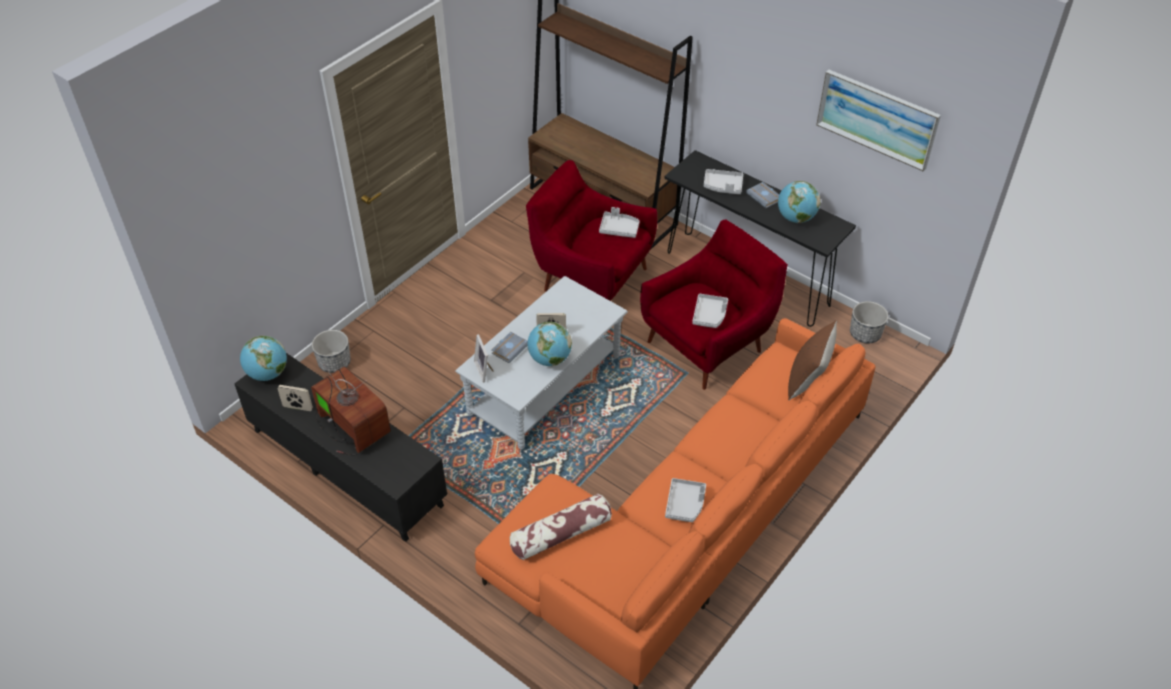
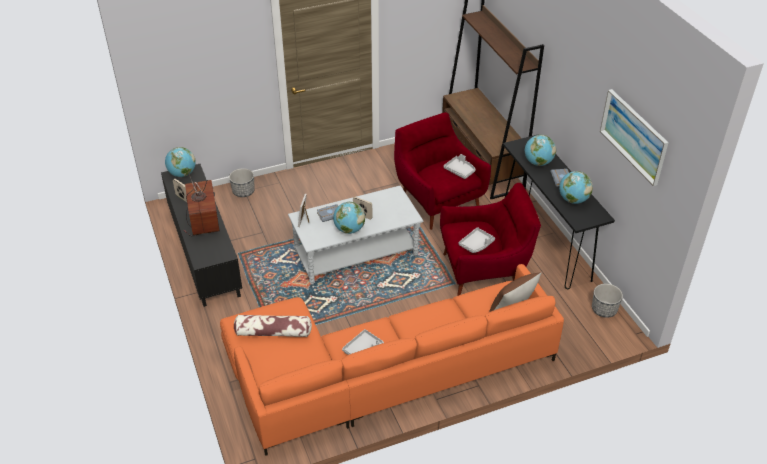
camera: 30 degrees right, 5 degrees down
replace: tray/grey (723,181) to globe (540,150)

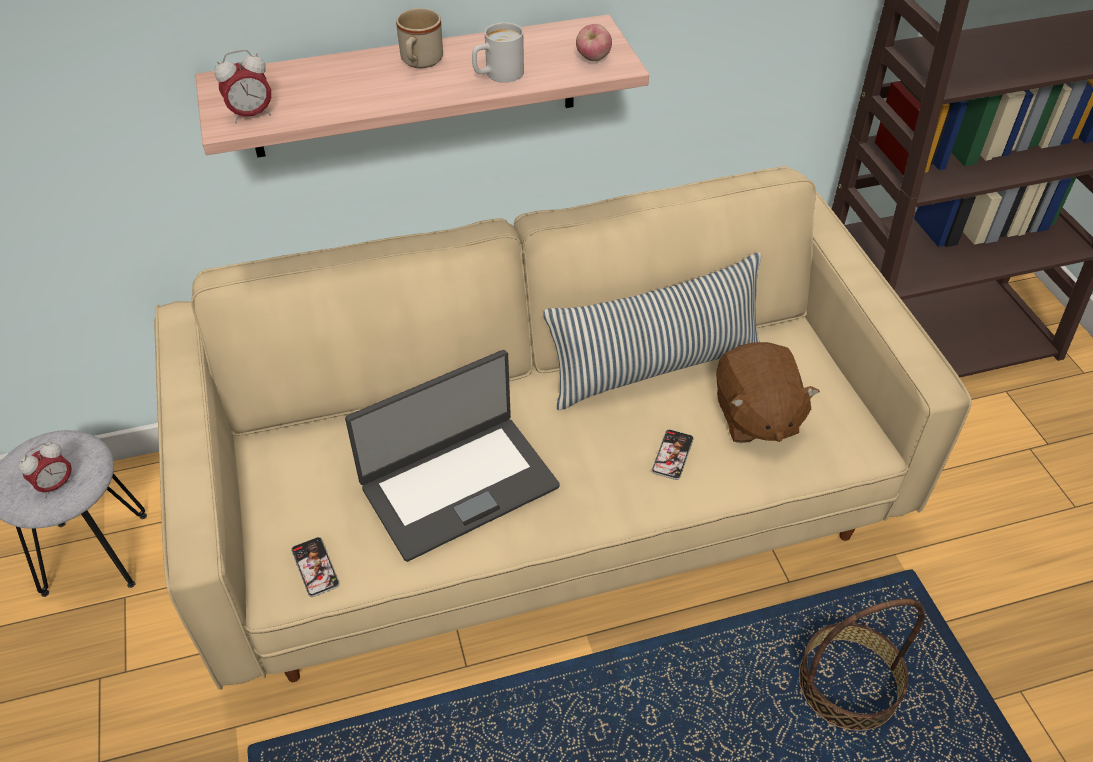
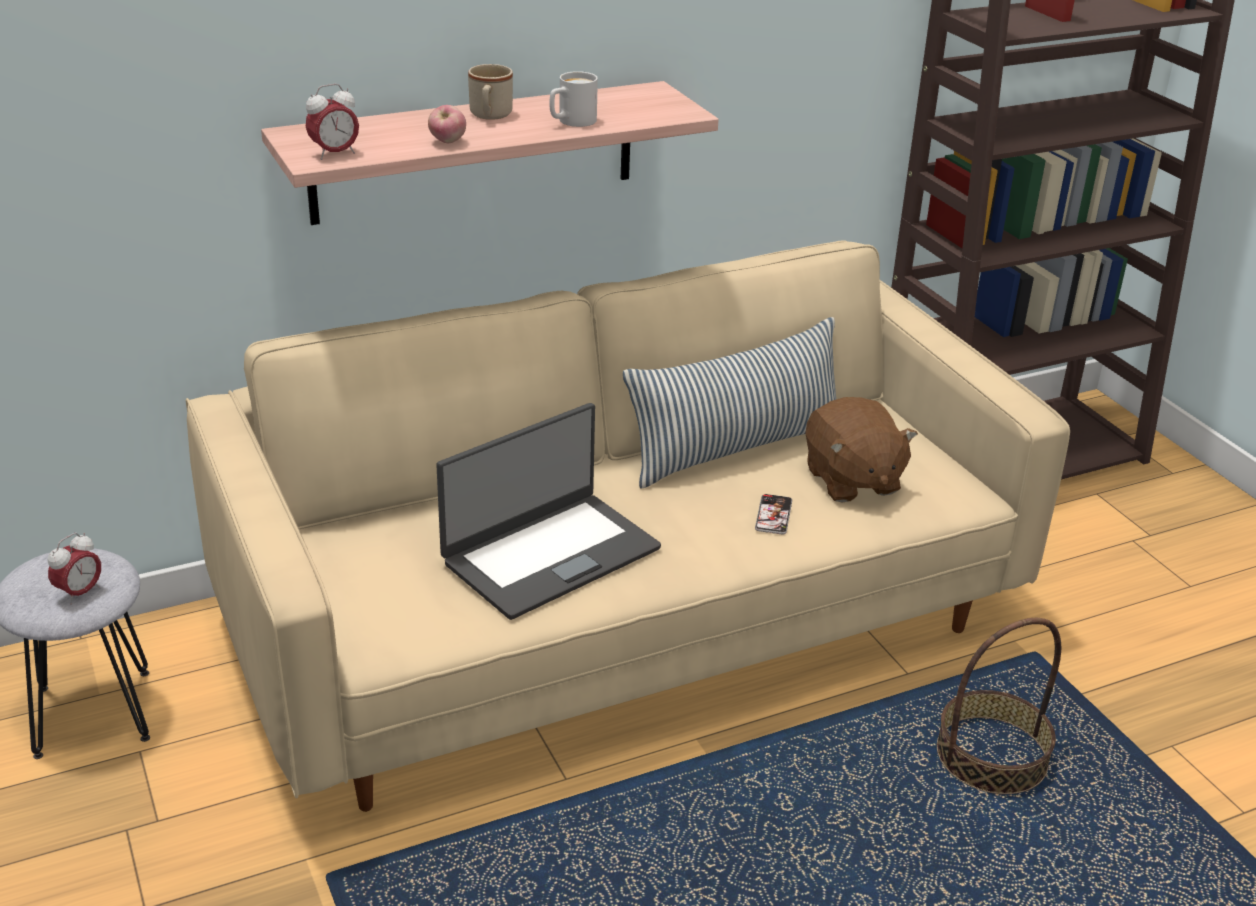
camera: 10 degrees left, 15 degrees down
delete: phone (315,567)
move: apple (594,42) to (447,124)

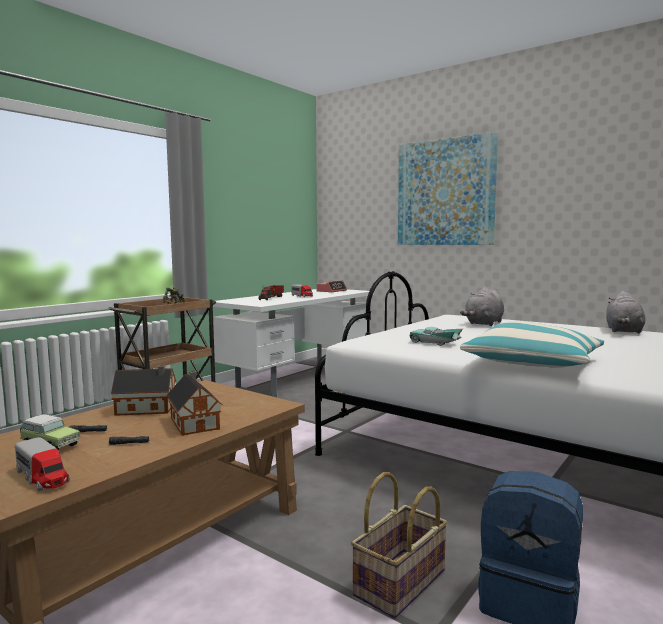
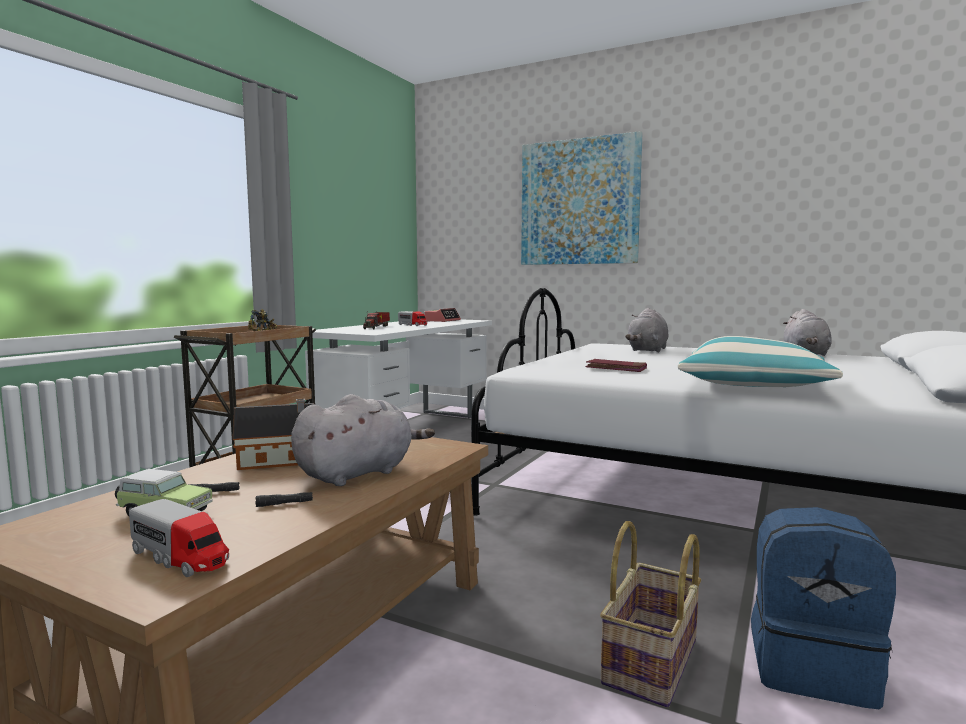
camera: 10 degrees left, 0 degrees up
replace: toy car/turquoise (436,336) to book/red (616,365); toy house (194,403) to plush toy/grey (363,440)

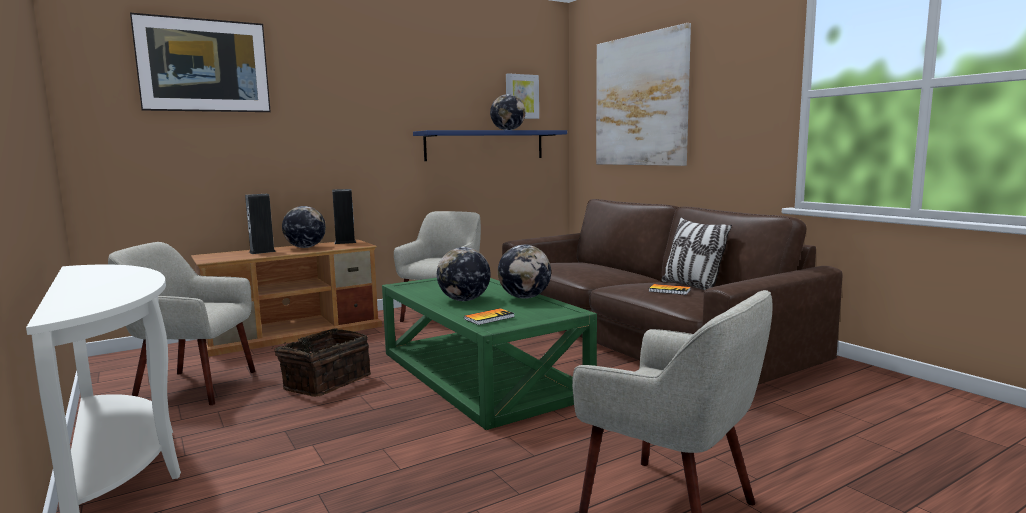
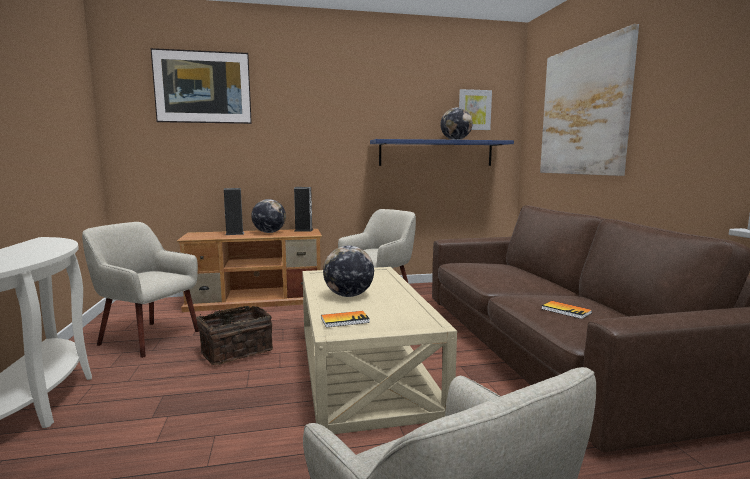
camera: 20 degrees right, 0 degrees up
delete: pillow (696,253); globe (524,272)
recolor: coffee table/green (489,354) to coffee table/beige (379,350)

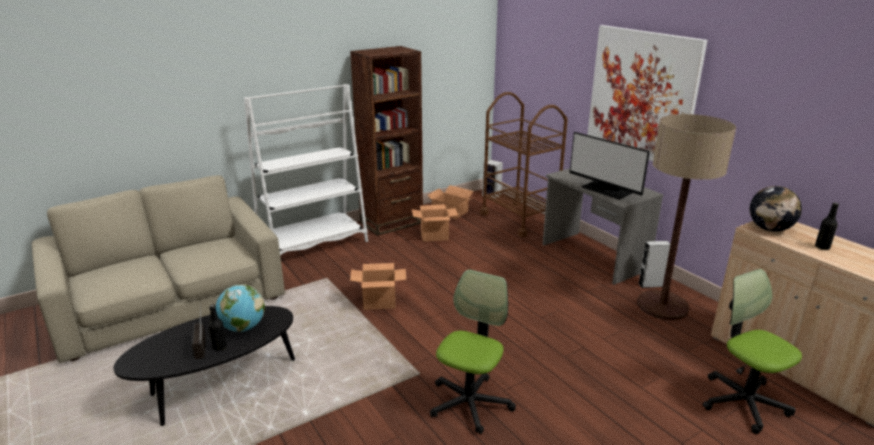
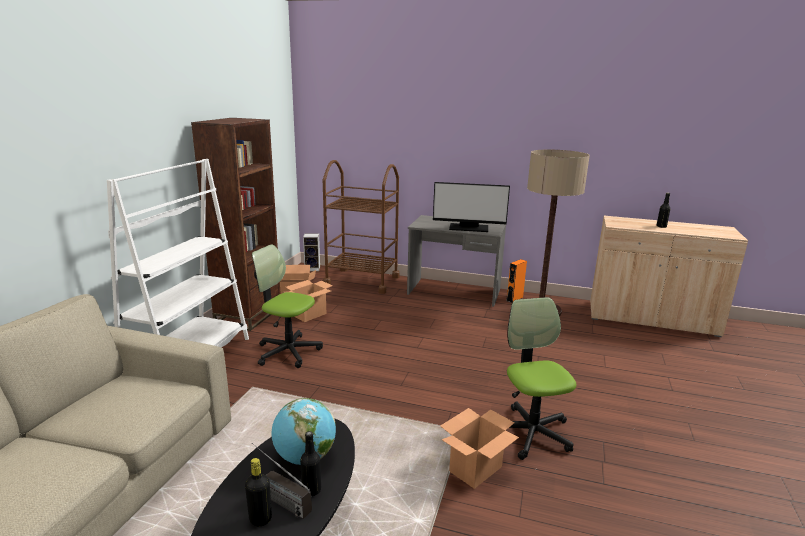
camera: 40 degrees left, 5 degrees down
delete: picture (647,93); globe (776,209)
insert: bottle/black (258,492)
move: cardboard box (378,286) to (479,448); office chair (752,351) to (287,306)
recolor: speaker/grey (654,264) to speaker/orange (516,281)

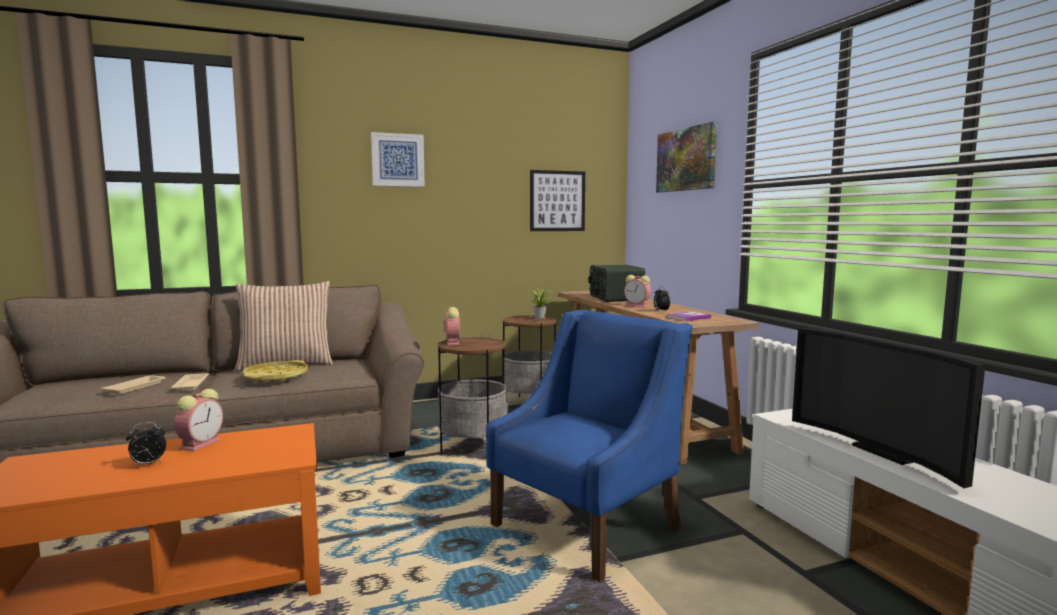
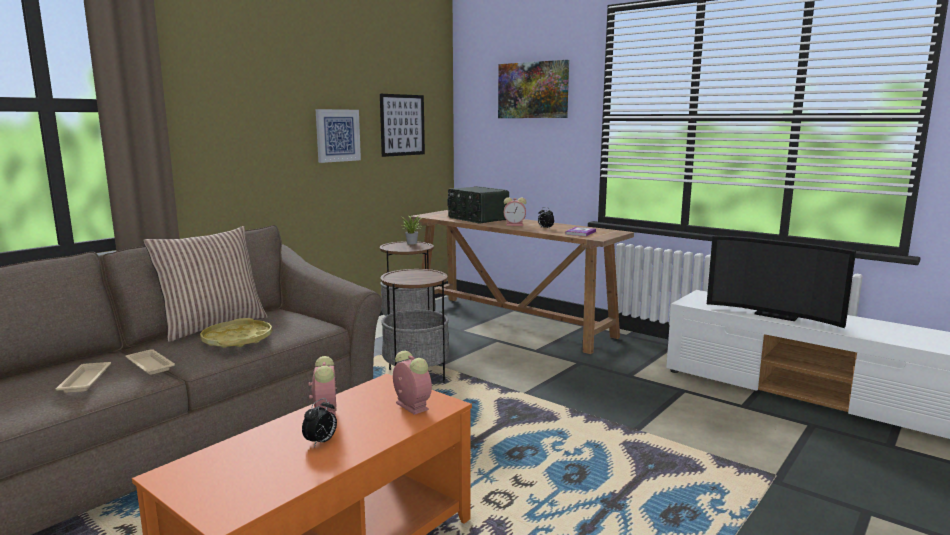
camera: 30 degrees left, 5 degrees up
delete: armchair/blue (589,446)
move: picture (398,159) to (338,136); alarm clock (451,326) to (412,383)

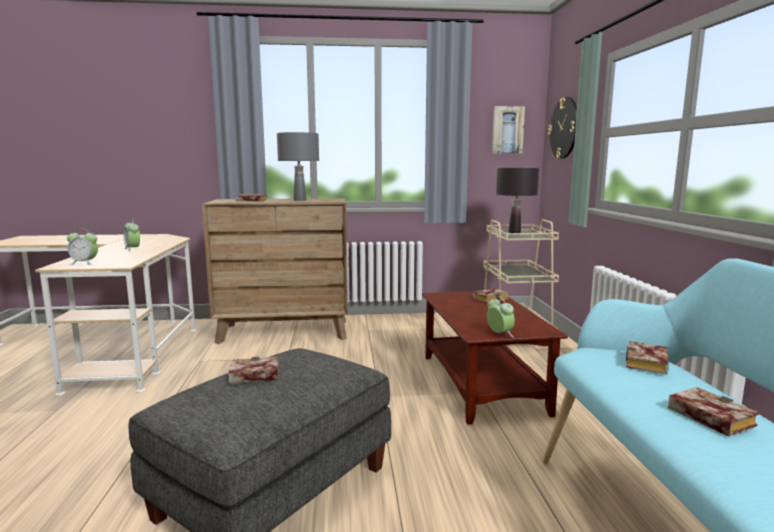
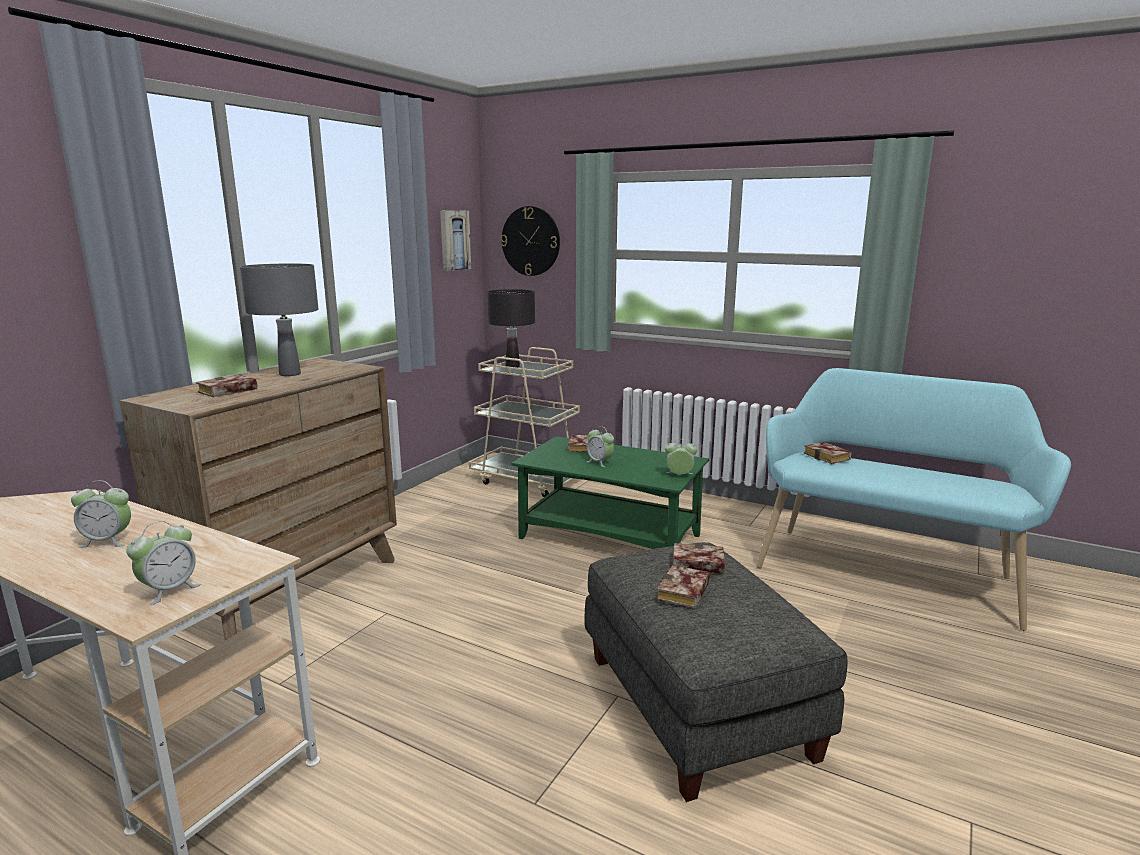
camera: 55 degrees left, 5 degrees up
insert: alarm clock (600,446)
move: book (714,412) to (699,558)
recolor: coffee table/brown (495,358) to coffee table/green (610,492)

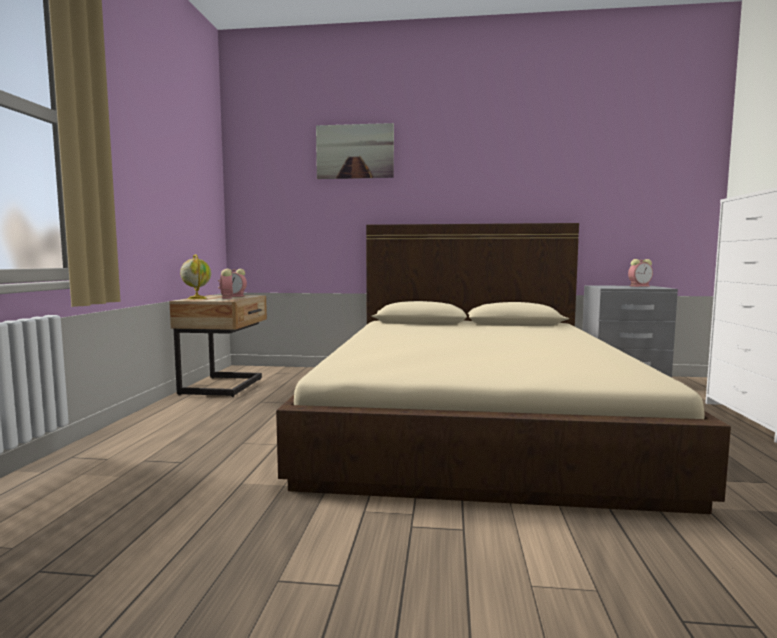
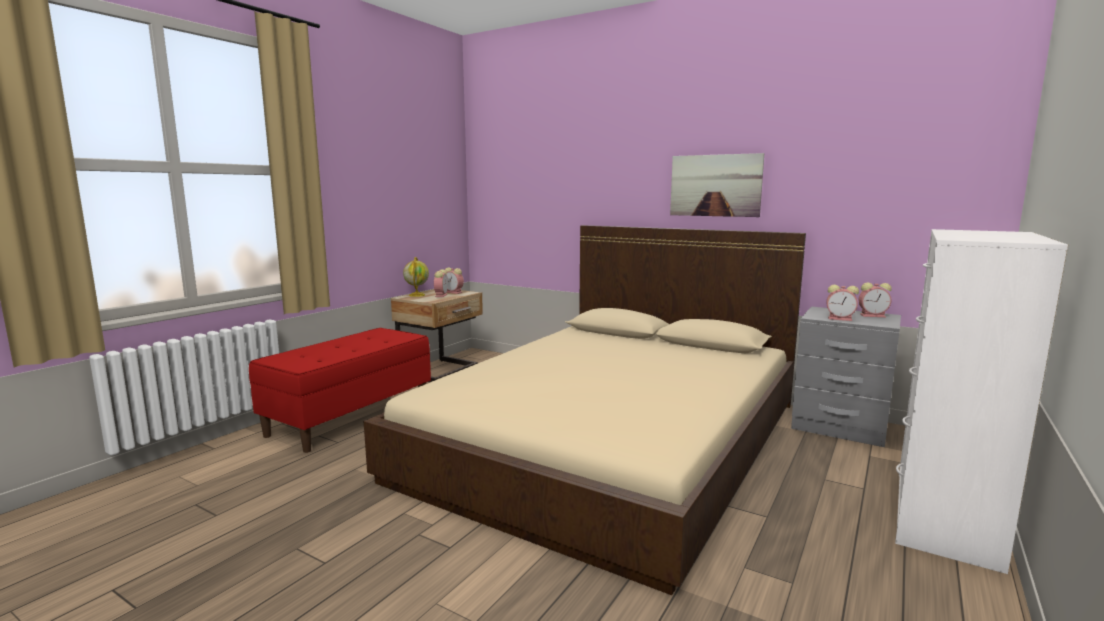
camera: 25 degrees right, 5 degrees up
insert: alarm clock (842,303); bench/red (340,390)
move: picture (355,151) to (717,185)

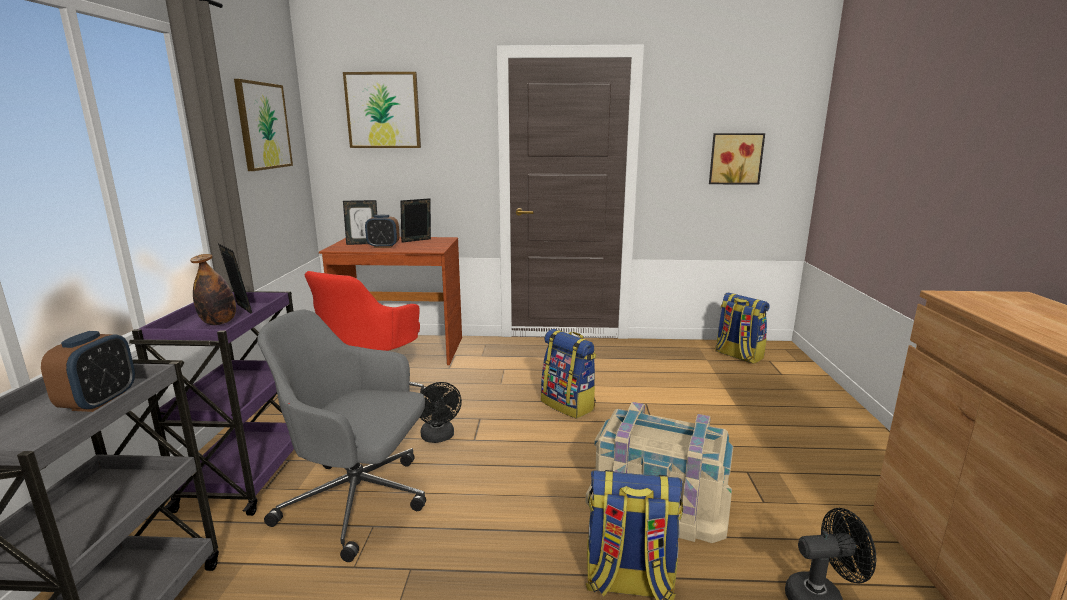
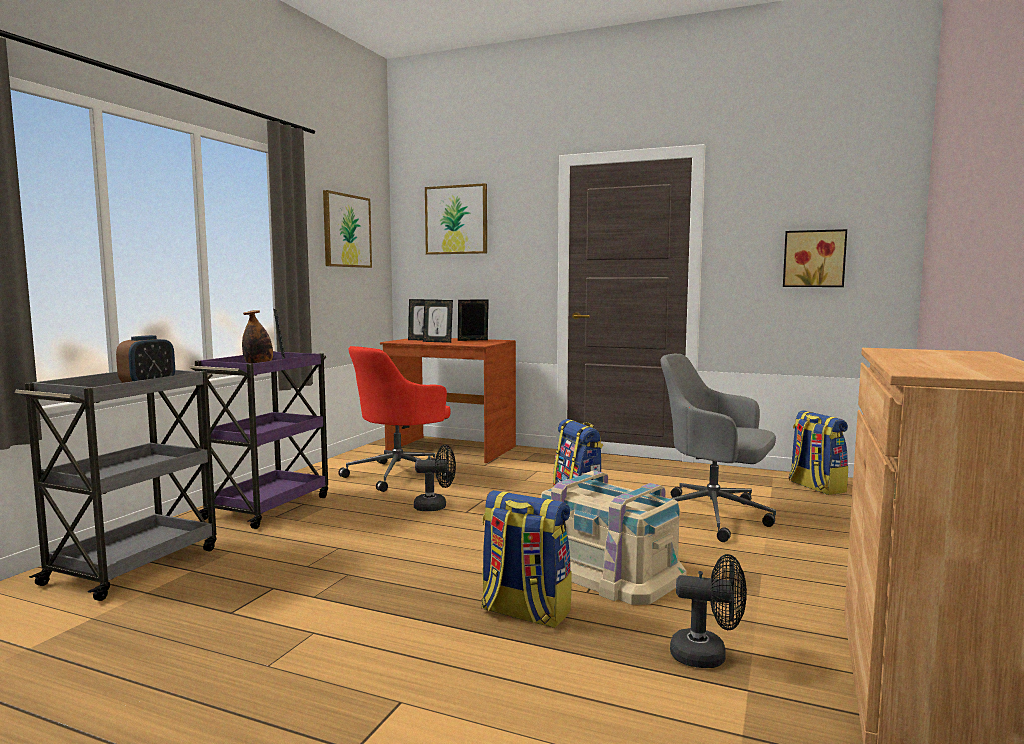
camera: 20 degrees right, 10 degrees down
move: office chair/grey (342,435) to (718,448)
replace: alarm clock (382,231) to picture frame (438,321)
rotate: fan/black (441,412) = (435,478) 90 degrees counterclockwise

